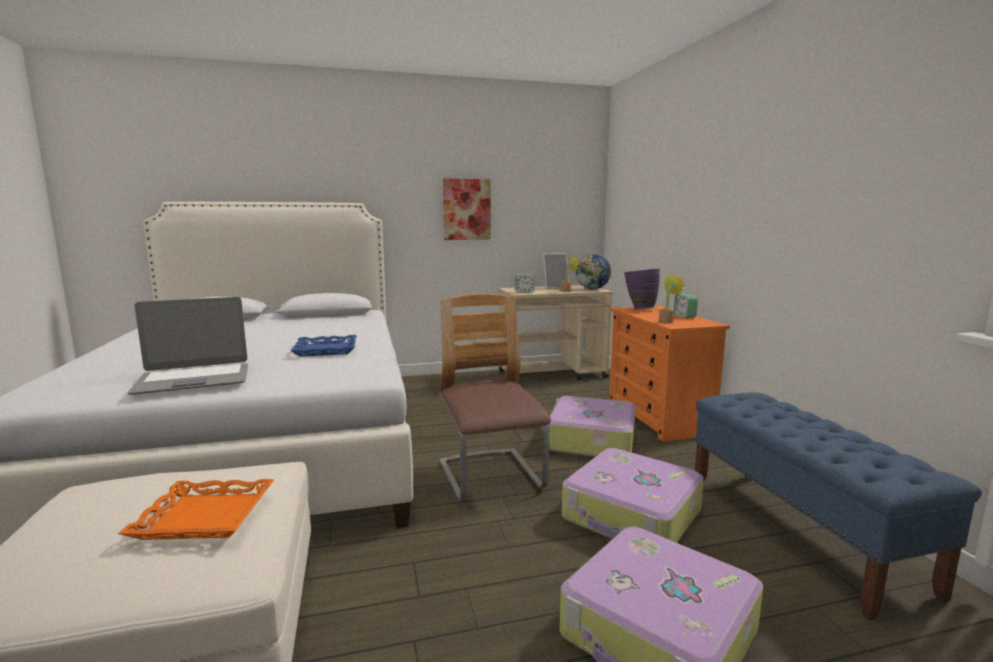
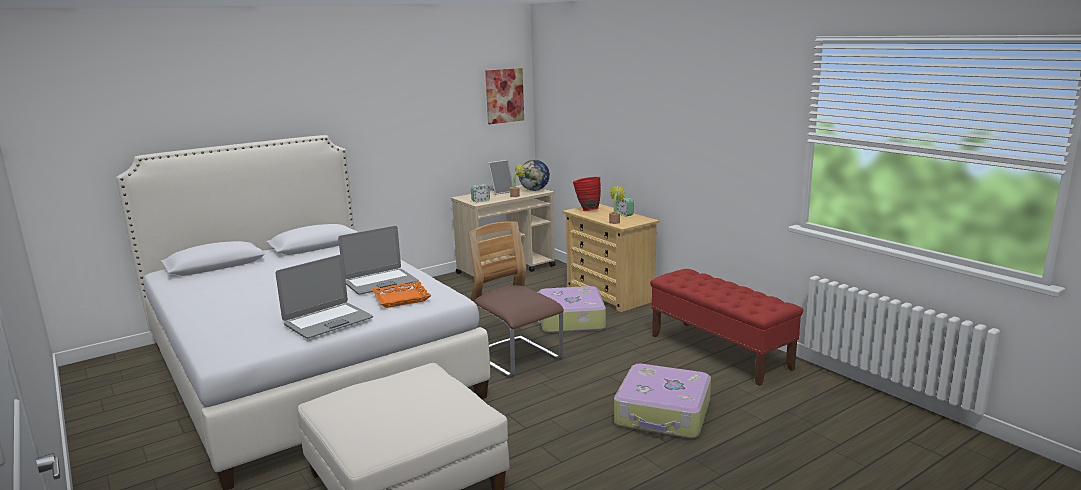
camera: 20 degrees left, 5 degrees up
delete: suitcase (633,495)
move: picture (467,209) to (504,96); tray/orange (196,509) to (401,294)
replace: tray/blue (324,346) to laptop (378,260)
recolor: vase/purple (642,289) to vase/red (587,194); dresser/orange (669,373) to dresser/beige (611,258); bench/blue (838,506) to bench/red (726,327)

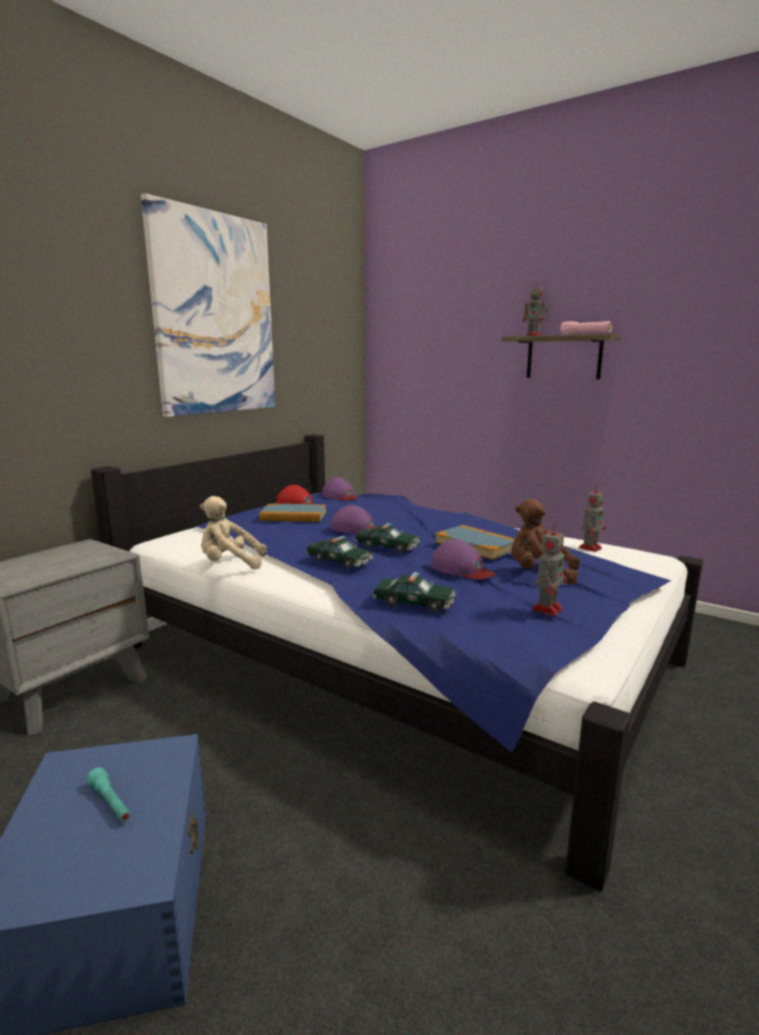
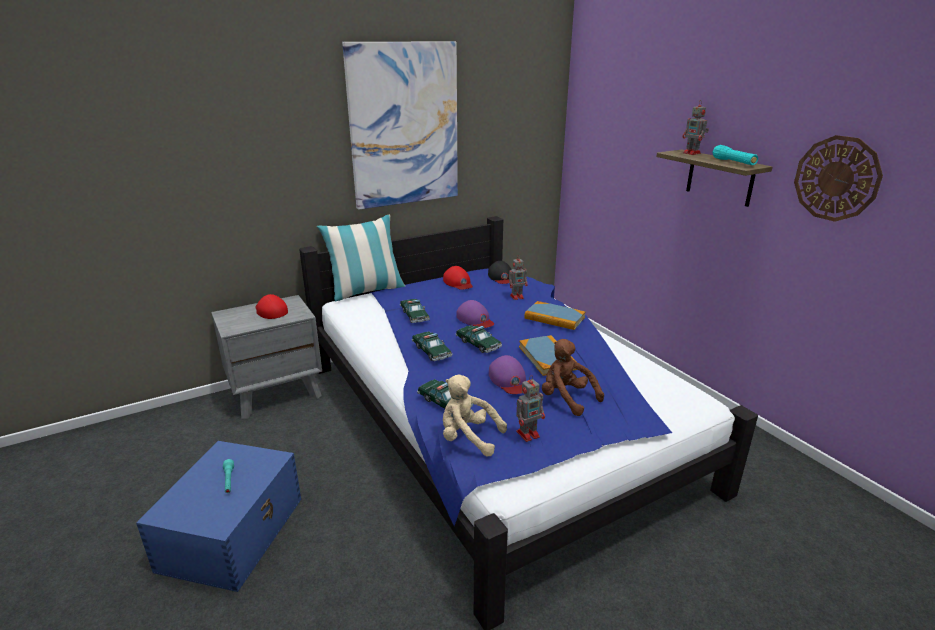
camera: 25 degrees right, 10 degrees up
insert: wall clock (838,178); pillow (361,257); cap/red (272,306); toy car (415,311)
move: toy robot (592,518) to (518,278); plush toy/beige (233,532) to (475,415); book (292,513) to (554,315)
recolor: flashlight/pink (586,328) to flashlight/turquoise (735,155); cap/purple (340,489) to cap/black (500,272)

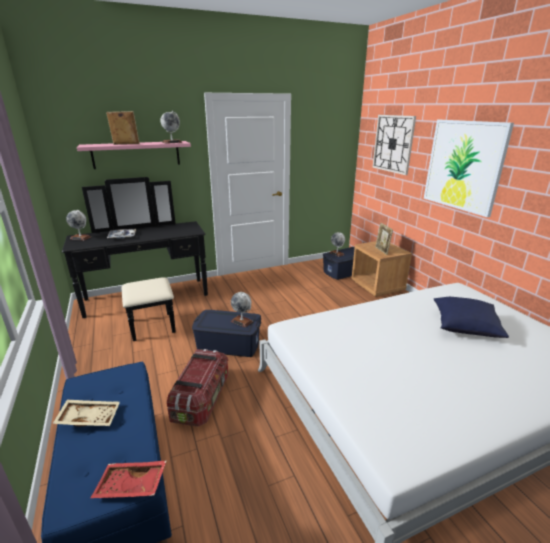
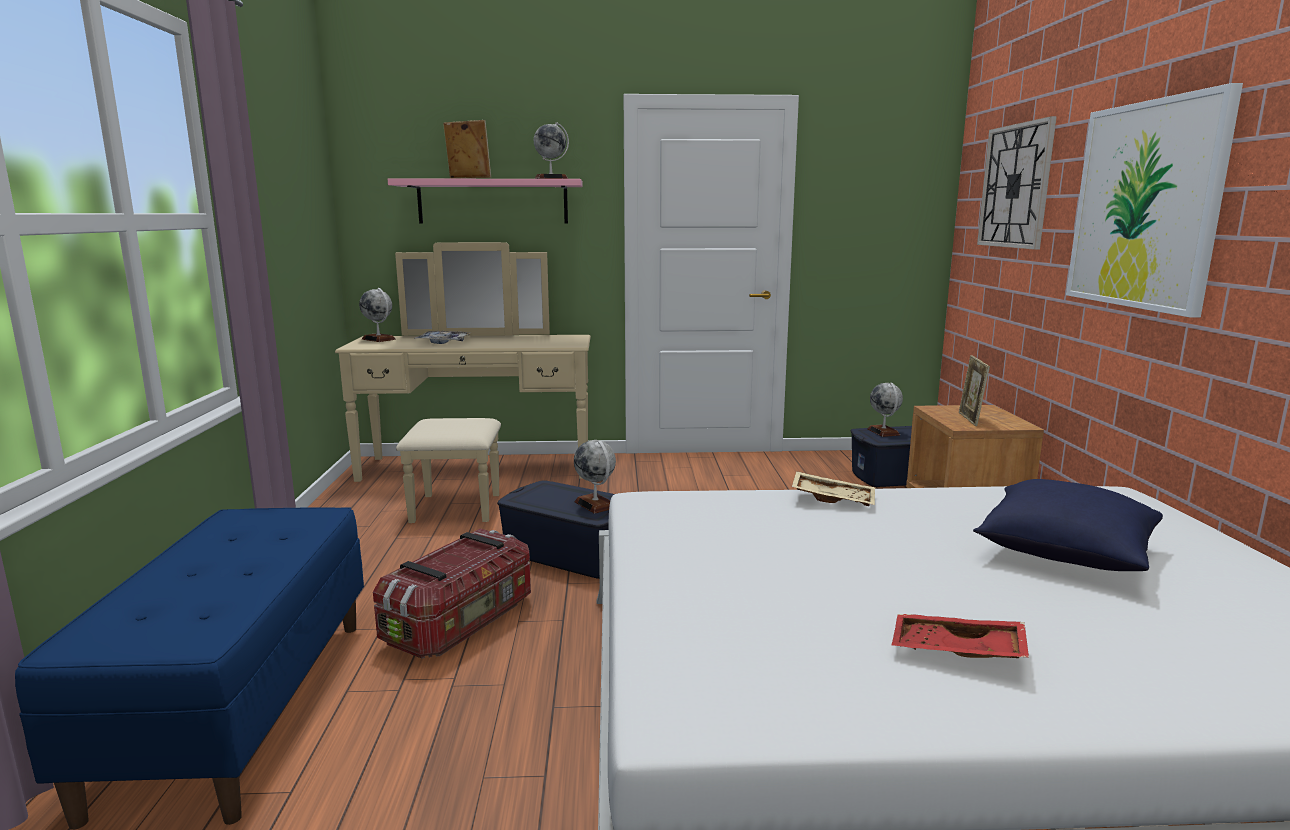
camera: 20 degrees right, 10 degrees down
move: tray/beige (86,412) to (833,488); tray/red (128,479) to (960,636)
recolor: dresser/black (135,259) to dresser/beige (463,382)

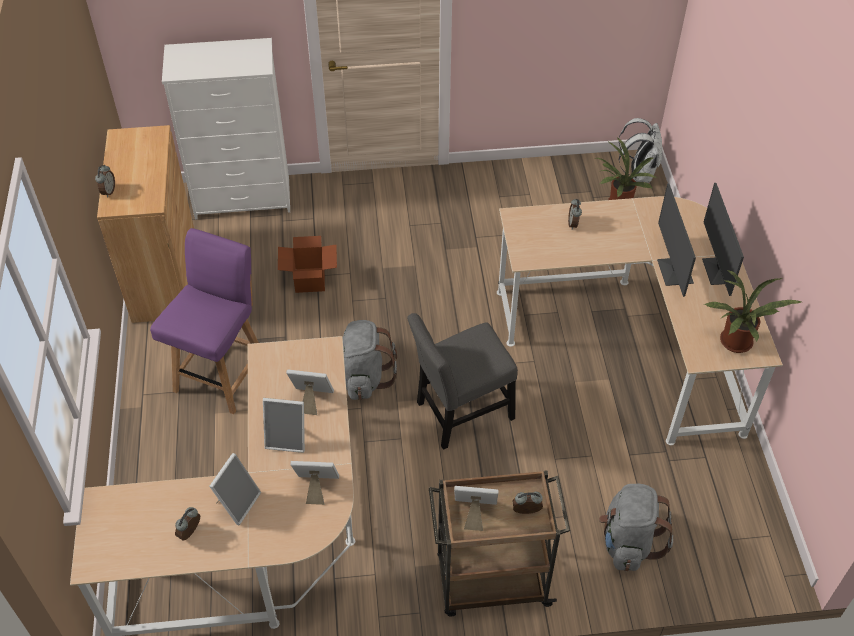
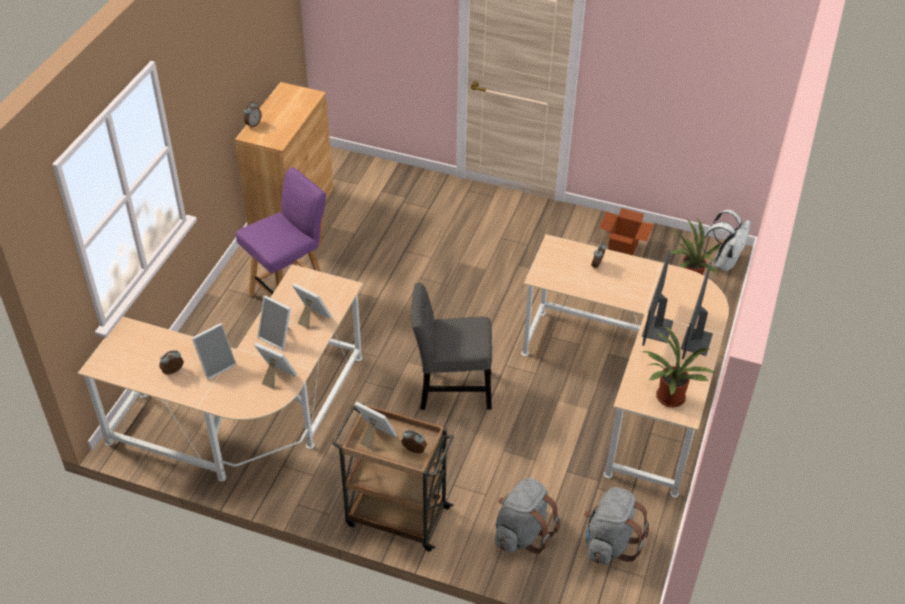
camera: 25 degrees right, 5 degrees down
delete: dresser/white (226,128)
move: cardboard box (307,264) to (626,231); backpack/grey (370,360) to (616,526)

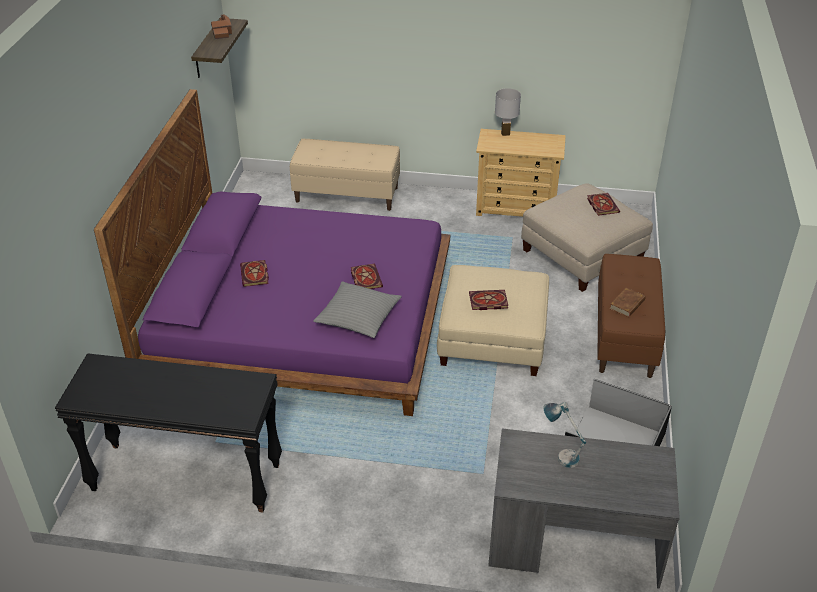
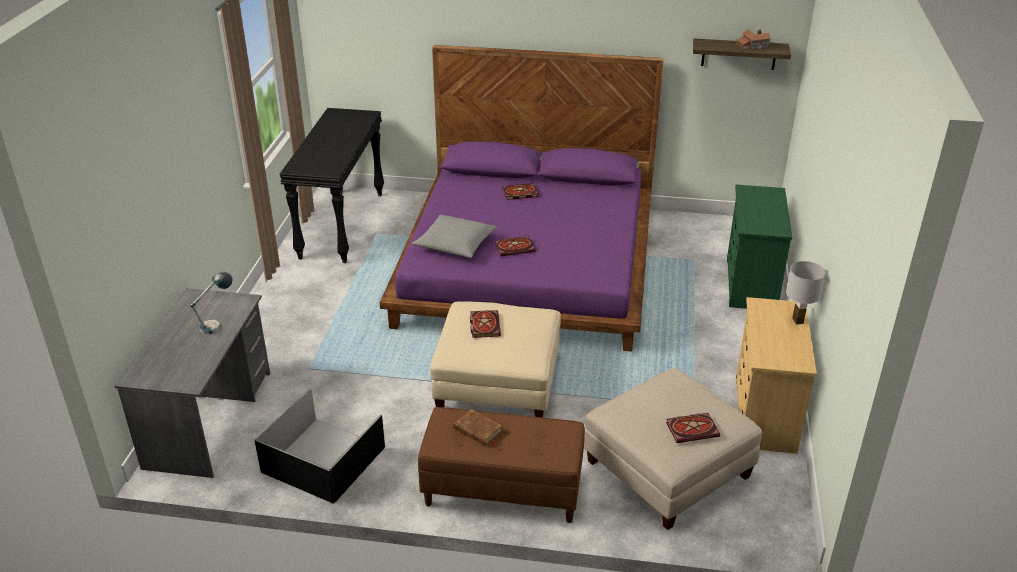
camera: 90 degrees right, 5 degrees down
replace: bench/beige (345,175) to dresser/green (759,247)

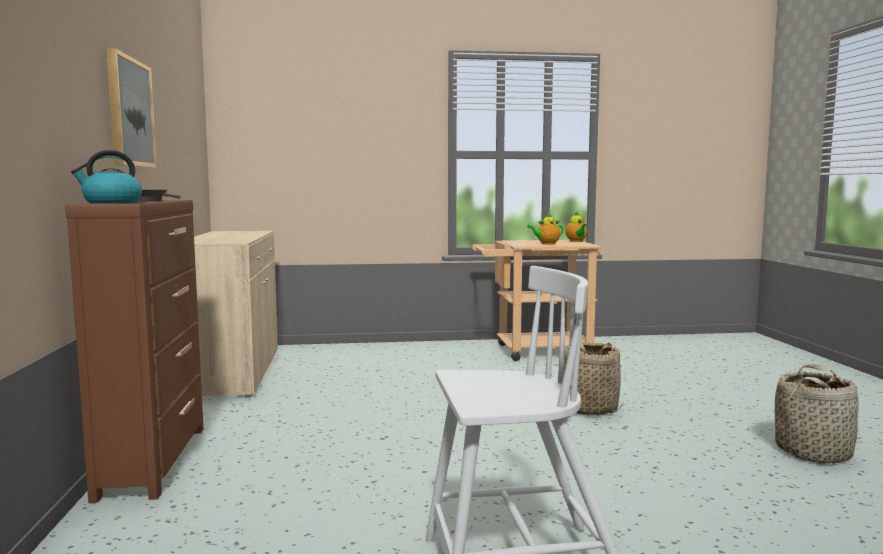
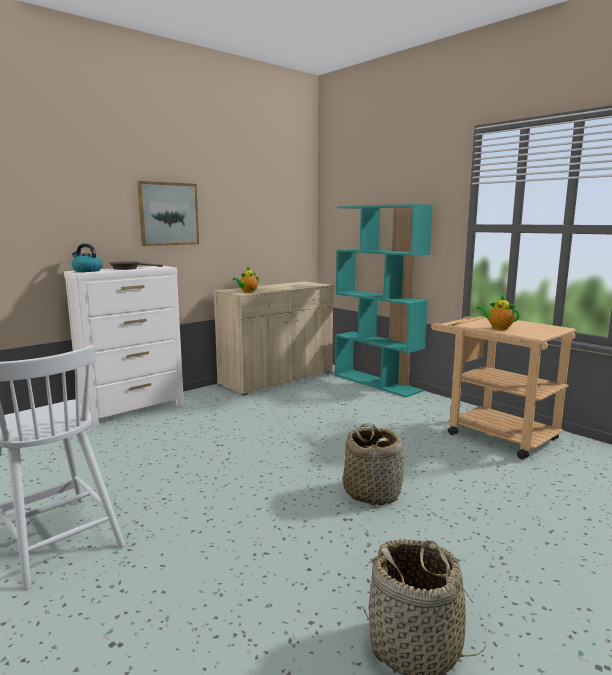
camera: 55 degrees right, 5 degrees up
insert: bookcase/turquoise (384,300)
move: teapot (576,226) to (246,280)
recolor: dresser/brown (134,351) to dresser/white (124,347)

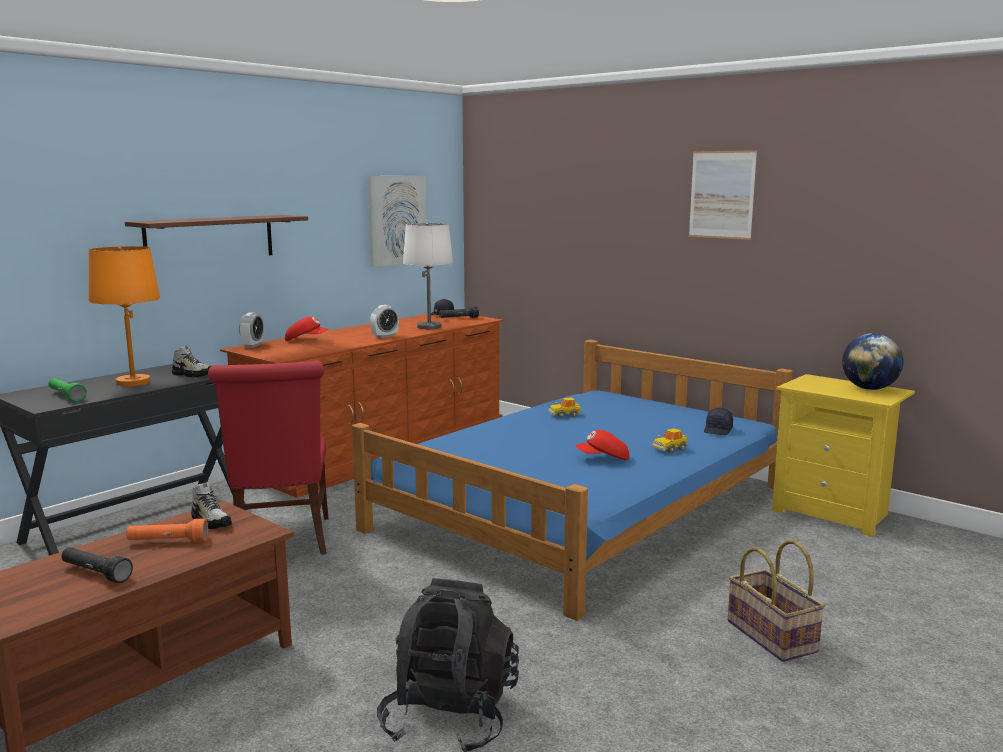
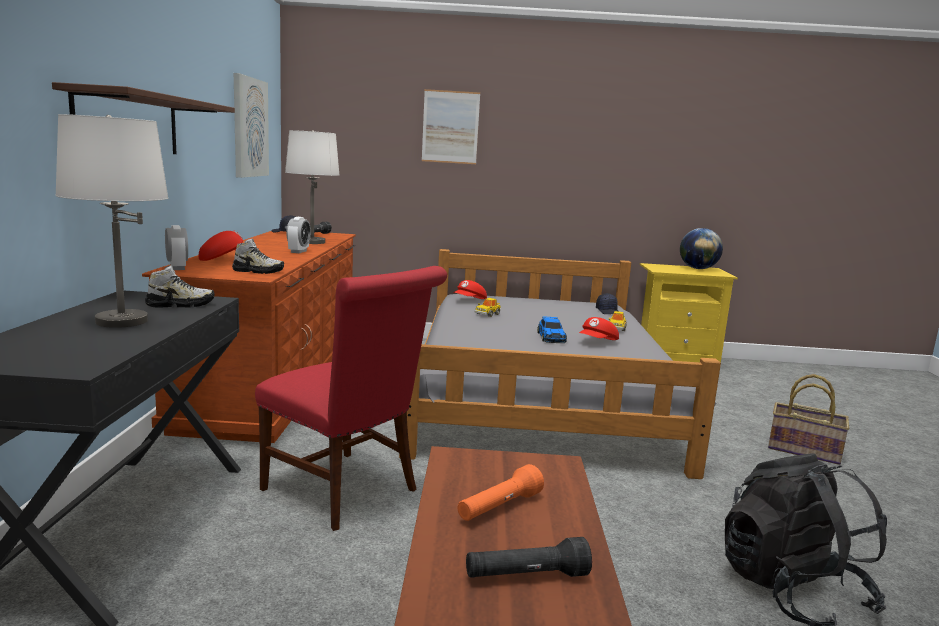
camera: 40 degrees left, 0 degrees up
delete: flashlight/green (67,390)
insert: cap/red (470,289); toy car (552,329)
move: picture (723,195) to (451,126); shoe (211,505) to (258,256)
recolor: table lamp/orange (124,316) to table lamp/white (111,221); bed/blue (572,480) to bed/grey (560,364)

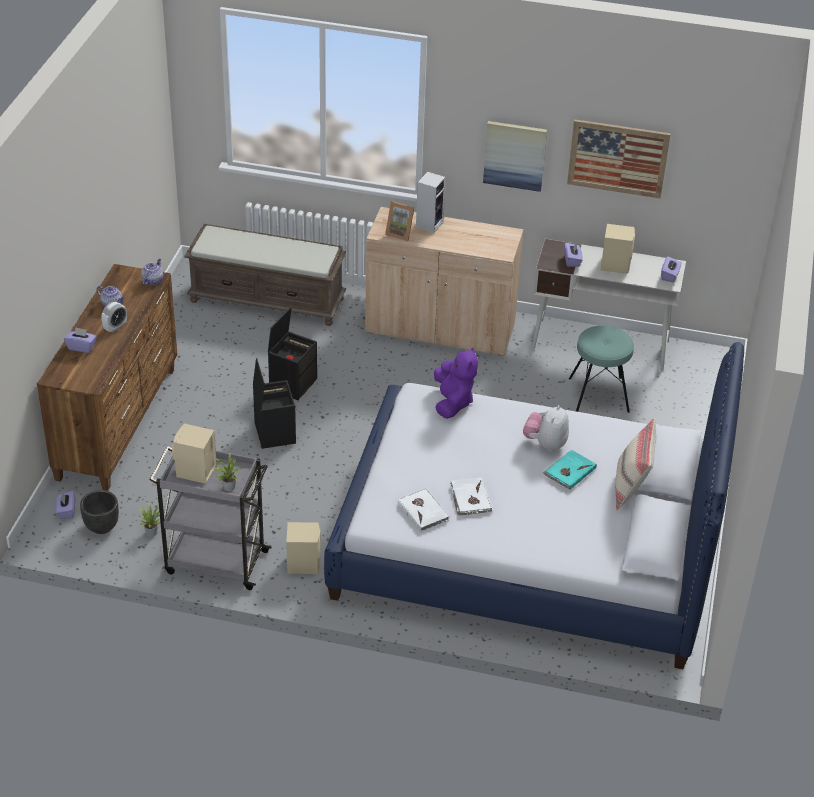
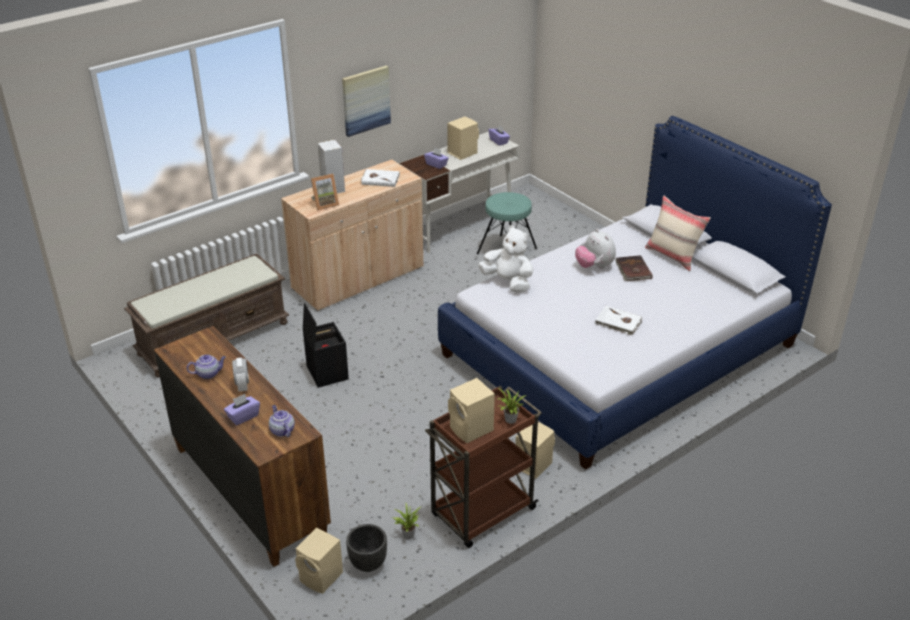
camera: 50 degrees left, 5 degrees down
delete: picture (619,158); storage box/black (274,403)
move: teapot (152,272) to (282,421); book/white (423,510) to (380,178)
replace: tissue box/purple (65,504) to speaker/beige (319,561)
recolor: plush toy/purple (456,383) to plush toy/white (505,259); cart/grey (211,518) to cart/brown (483,467); book/turquoise (570,470) to book/brown (634,268)

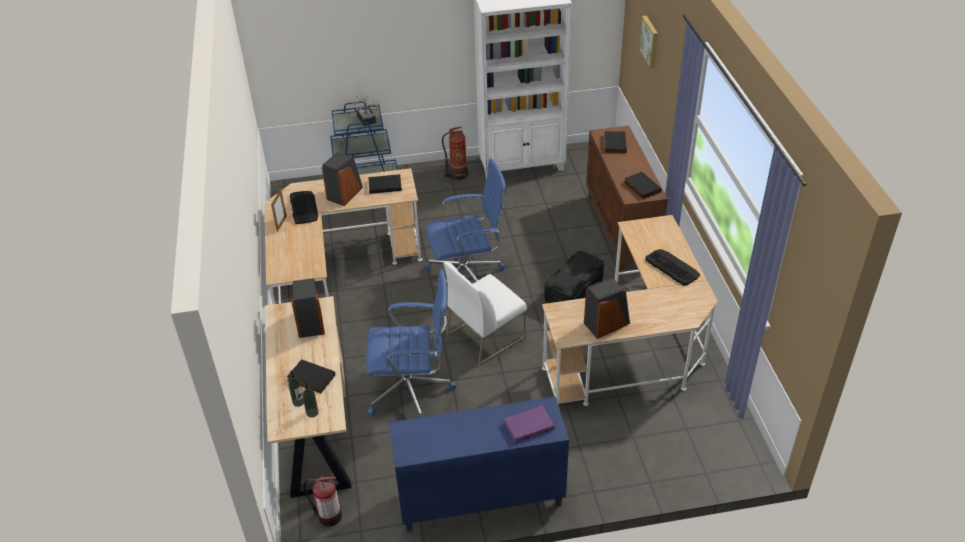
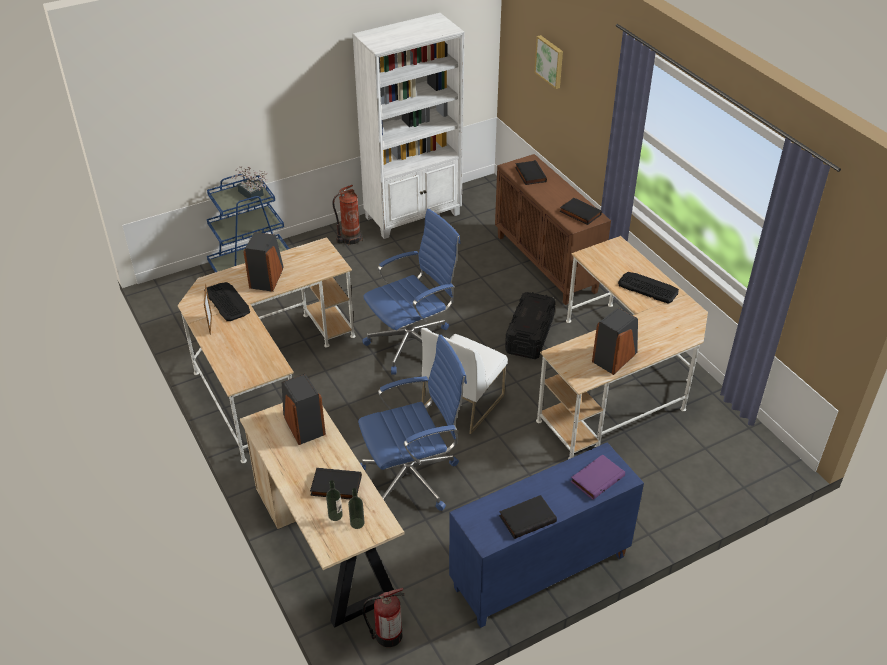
camera: 20 degrees left, 0 degrees up
move: book/black (385,184) to (528,517)

